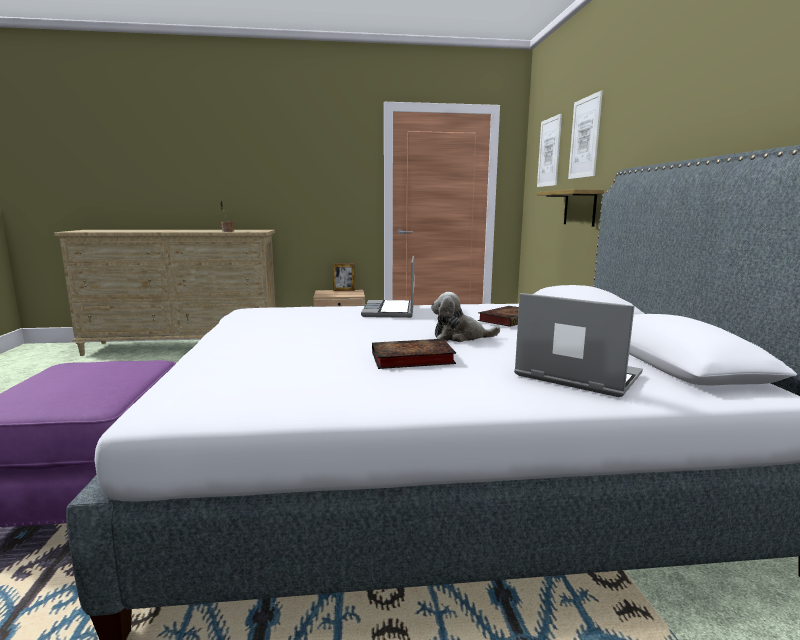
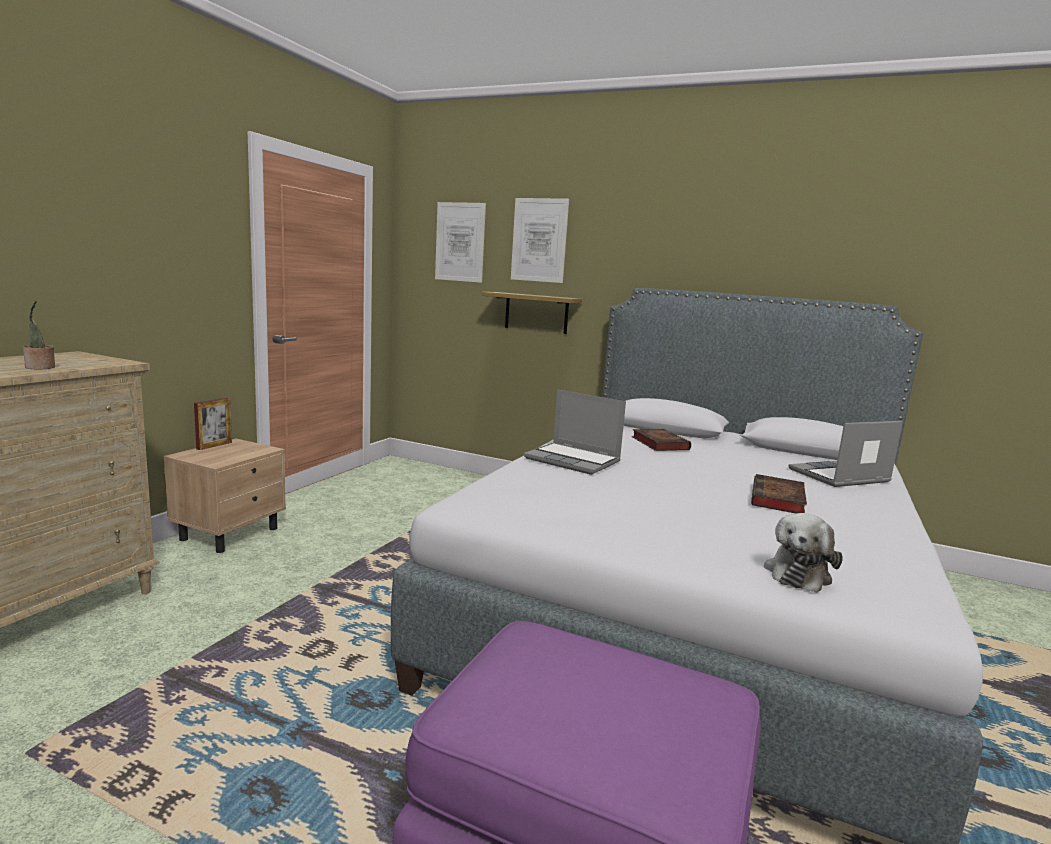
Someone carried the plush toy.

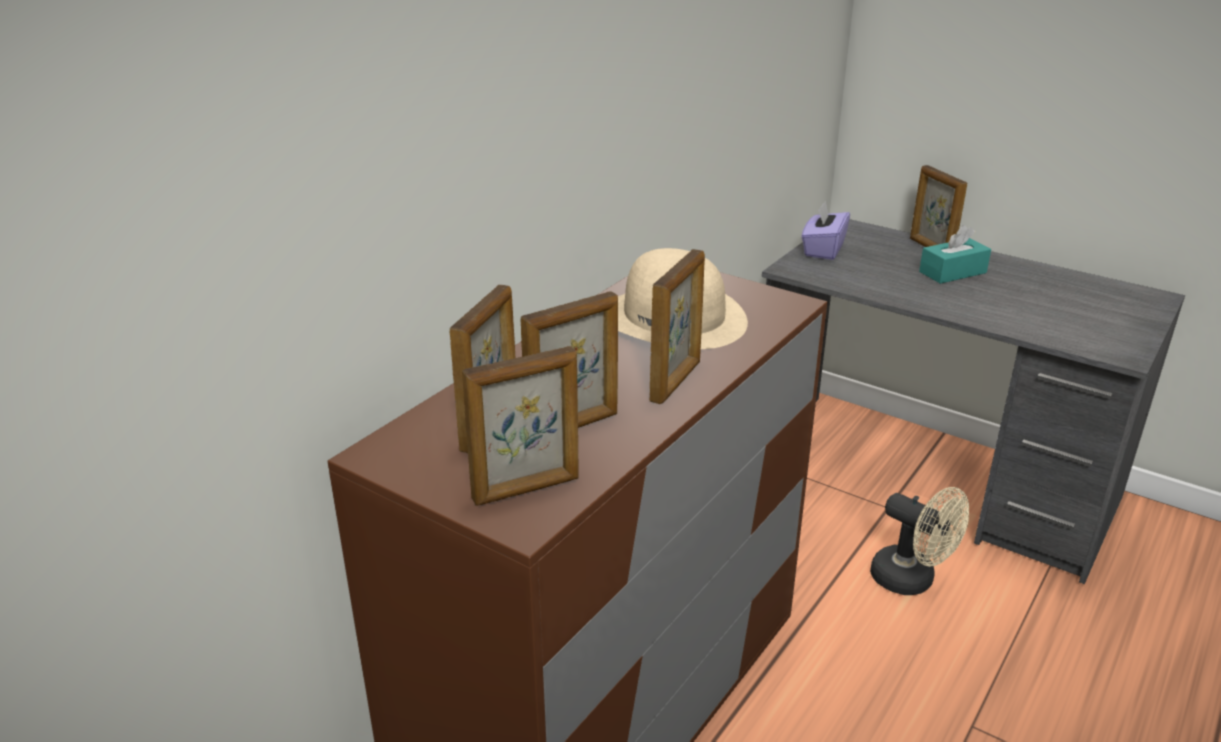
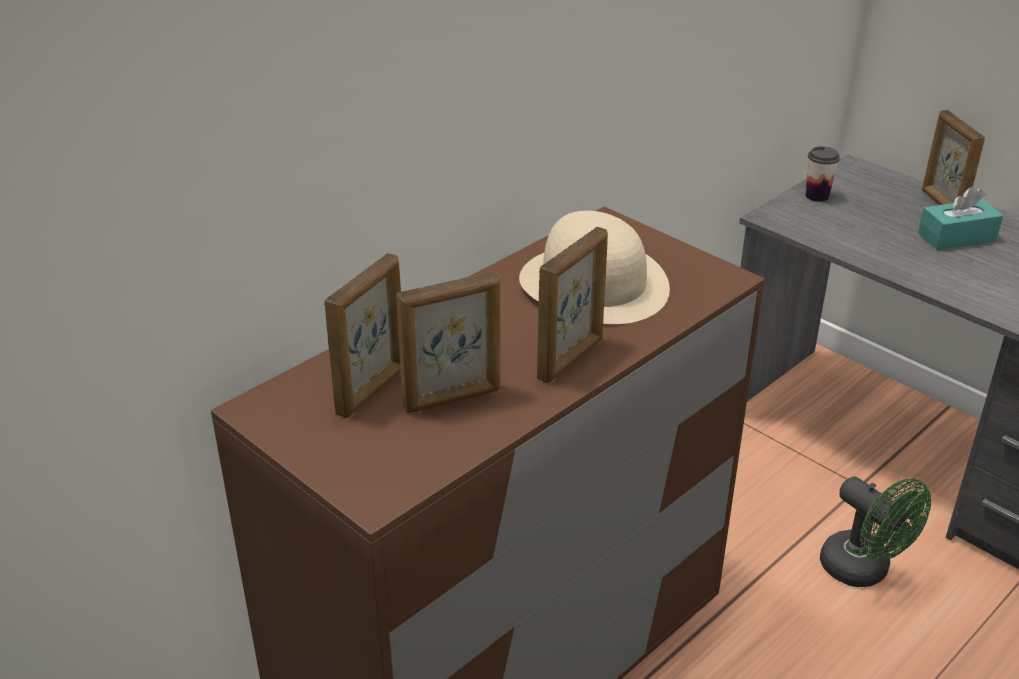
Someone swapped the purple tissue box for the cup.
Someone repainted the beige fan, which became the green fan.
Someone took away the picture frame (2nd from left).

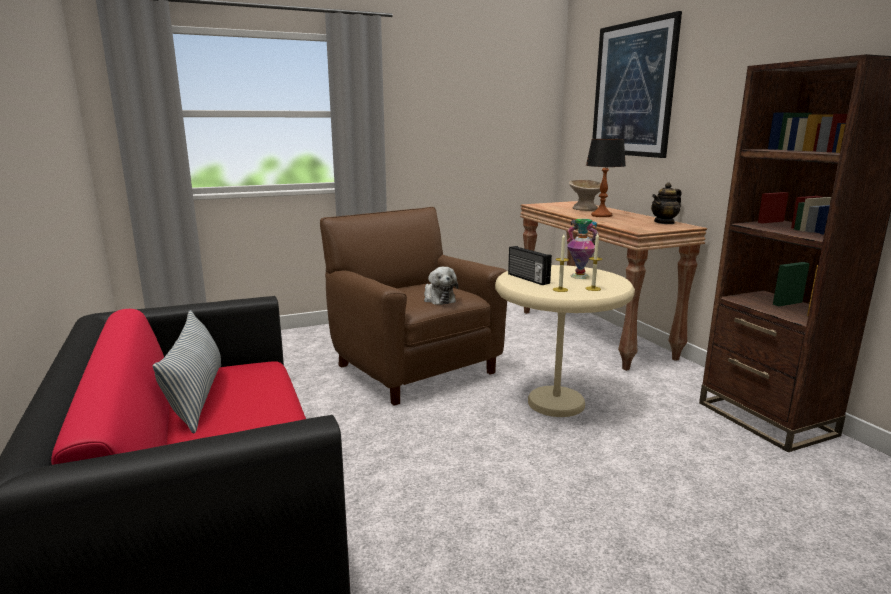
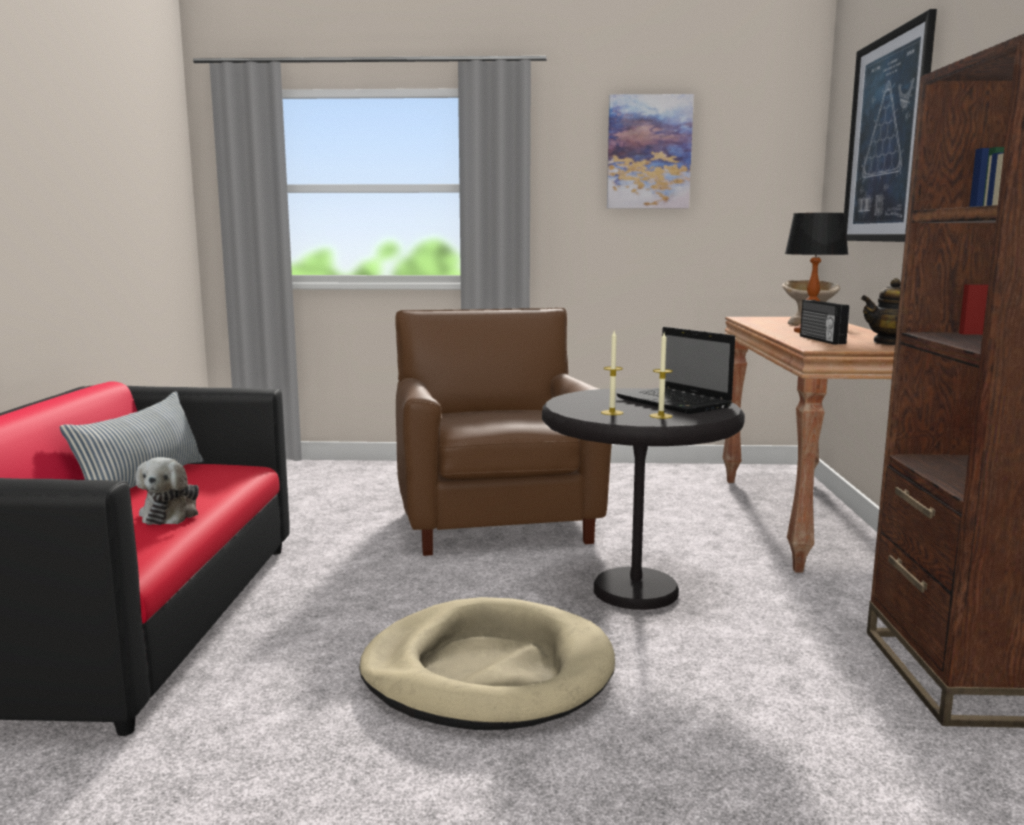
Someone carried the plush toy.
Someone put down the beige dog bed.
Someone repainted the beige side table, which became the black side table.
Someone put up the picture (1st from left).
Someone swapped the vase for the laptop.
Someone carried the radio.

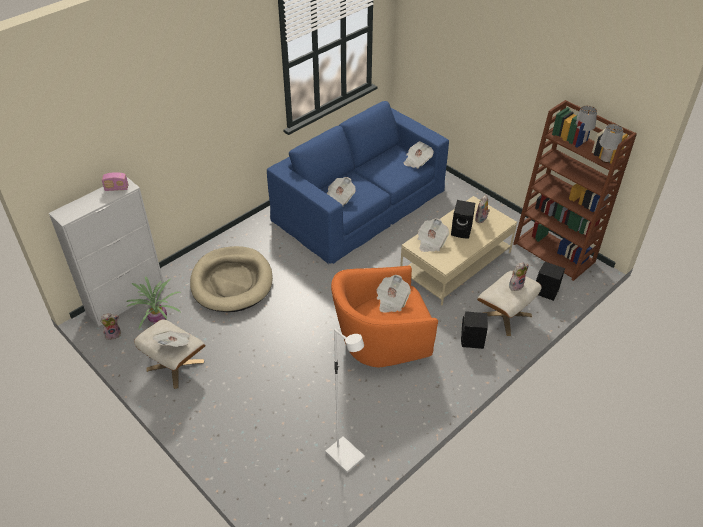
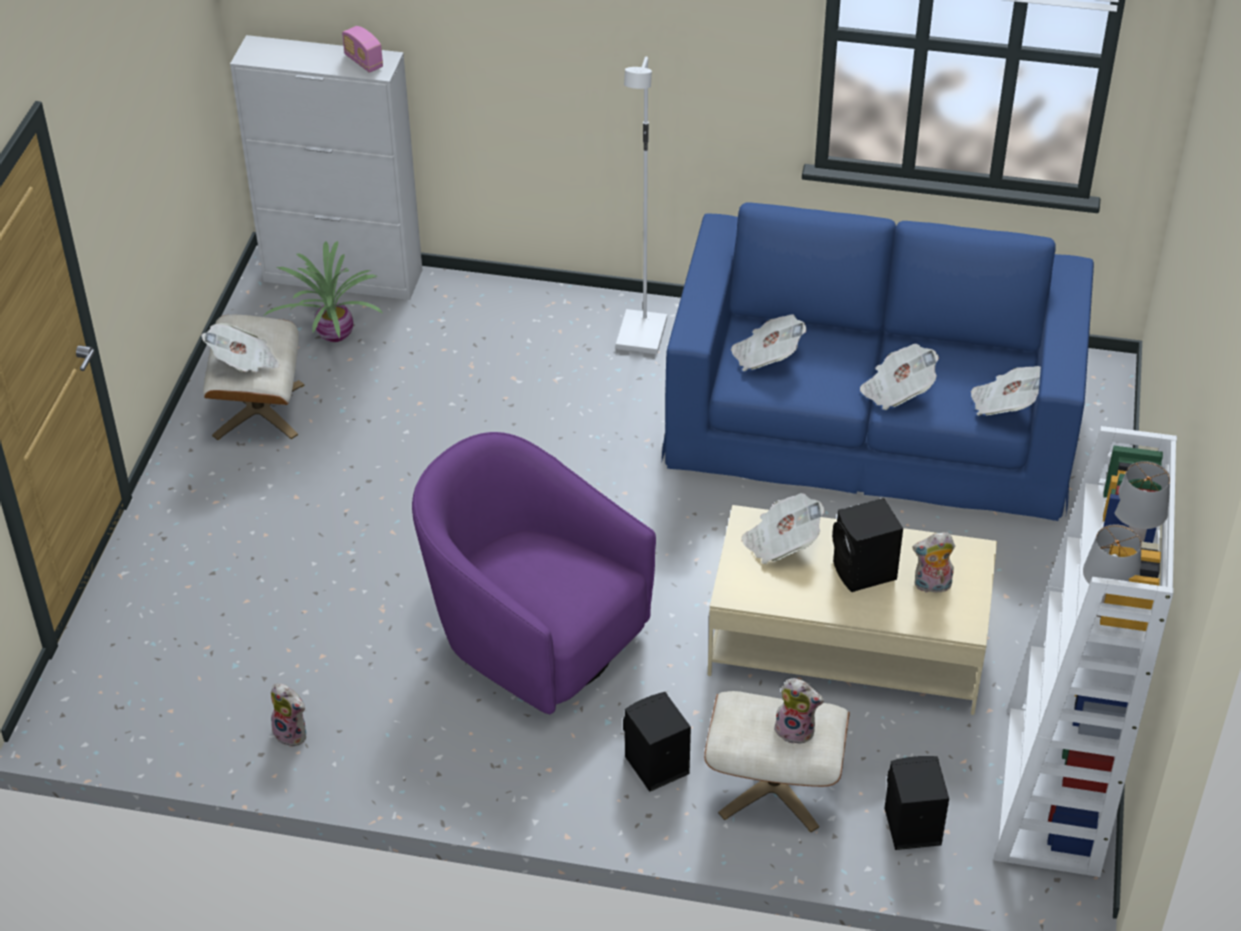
Someone carried the plush toy (1st from left).
Someone repainted the orange armchair, which became the purple armchair.
Someone carried the white floor lamp.
Someone carried the newspaper (3rd from left in the first image).
Someone repainted the brown bookcase, which became the white bookcase.
Someone took away the beige dog bed.

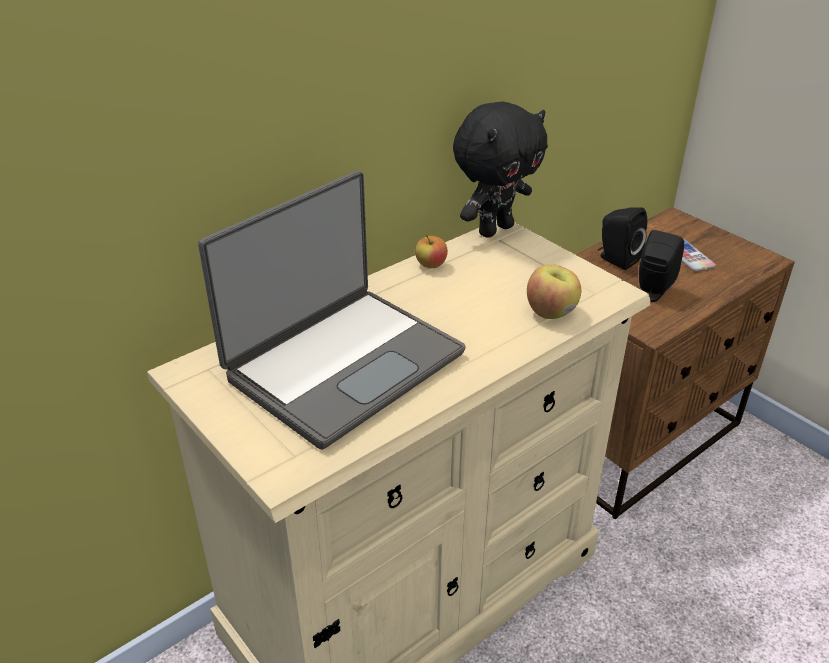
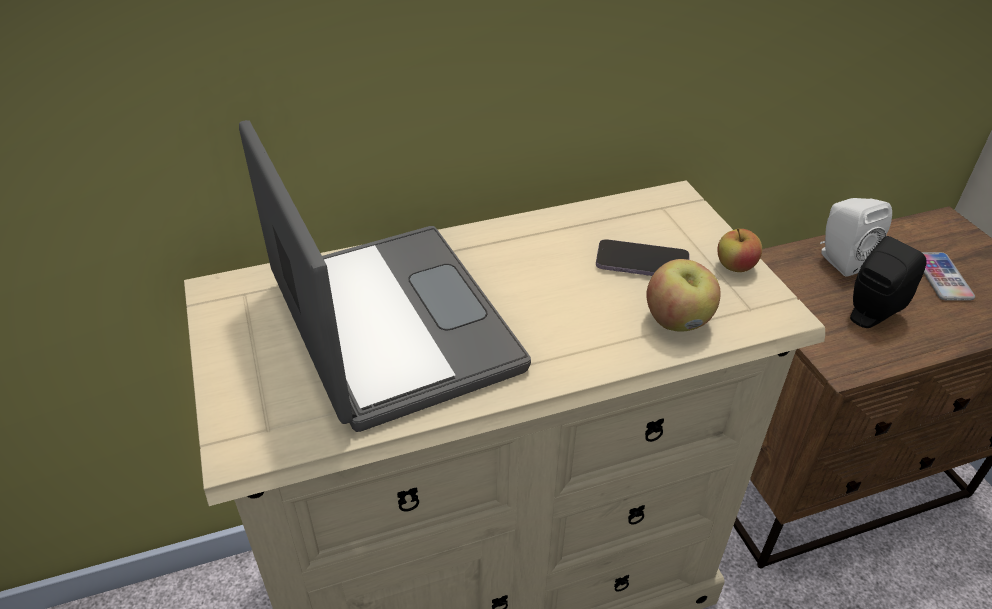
Someone rotated the laptop by 90 degrees counterclockwise.
Someone put down the phone (1st from left).
Someone carried the apple (1st from left in the first image).
Someone repainted the black speaker (1st from left), which became the white speaker.
Someone took away the black plush toy.

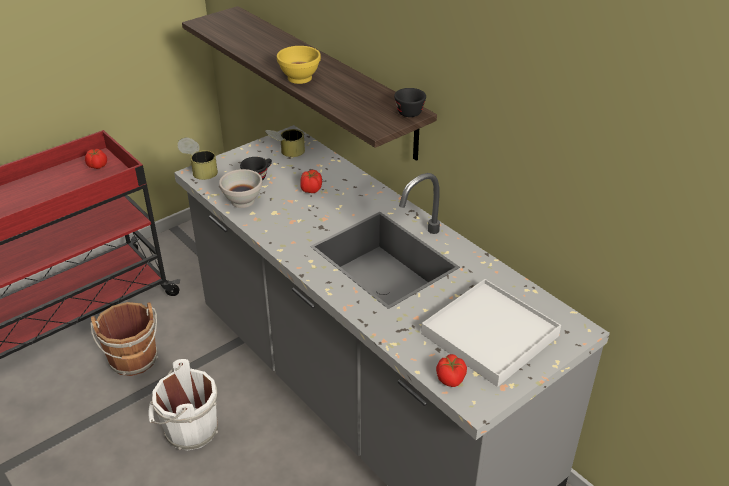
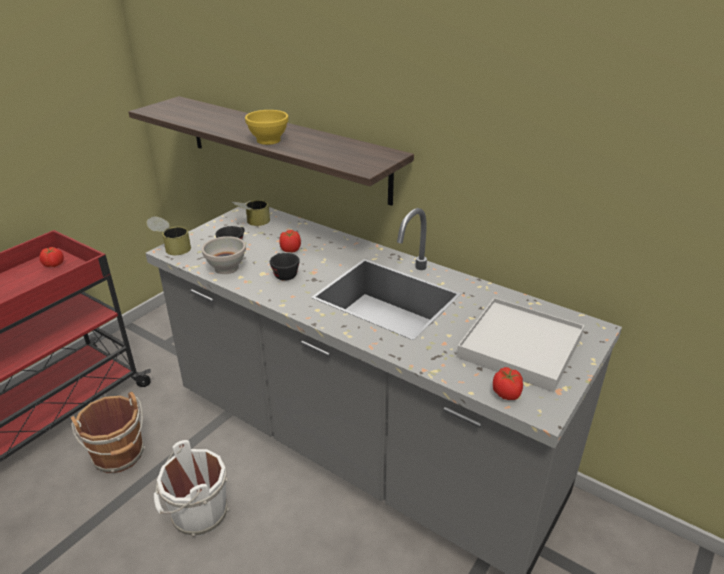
Someone carried the black cup (2nd from left).

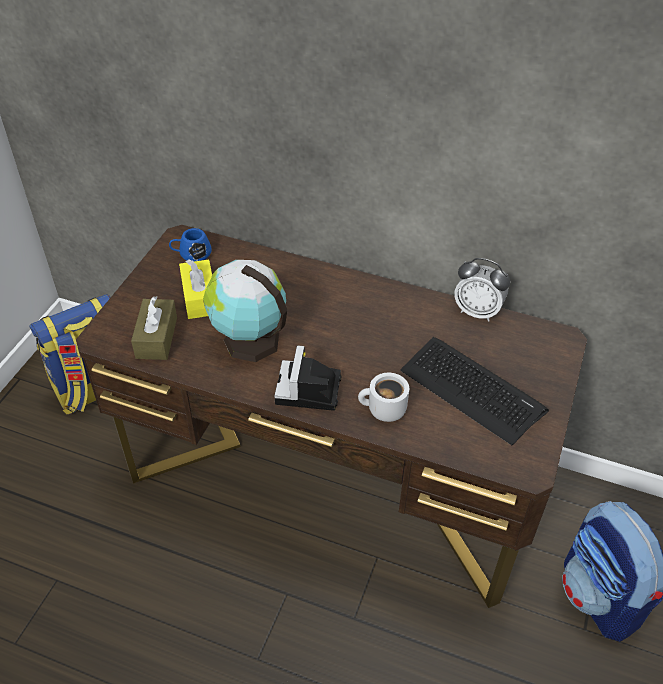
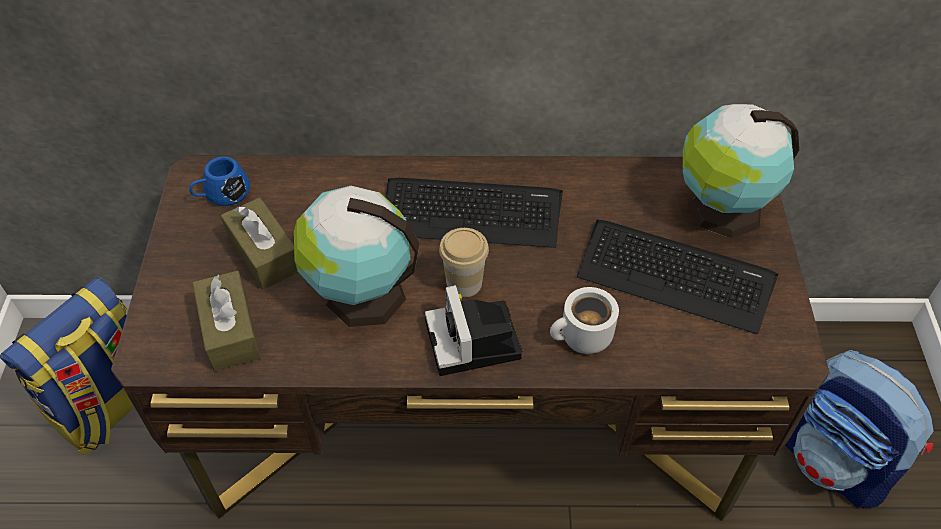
Someone repainted the yellow tissue box, which became the brown tissue box (2nd from left).
Someone put down the keyboard (1st from left).
Someone put down the cup.
Someone put down the globe (2nd from left).
Someone took away the alarm clock.

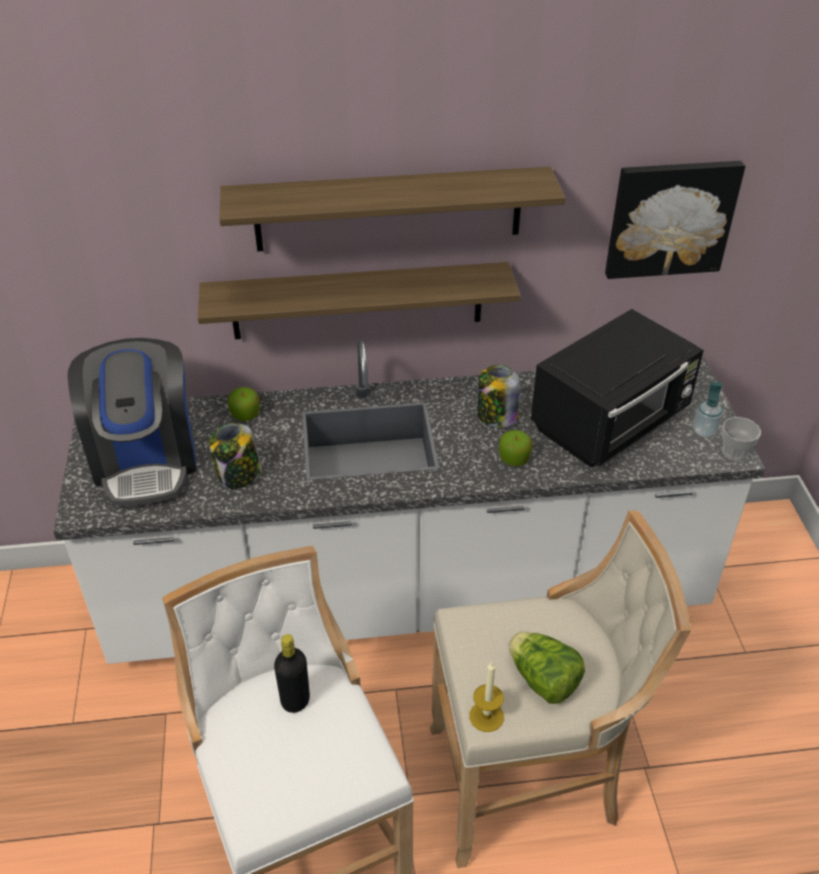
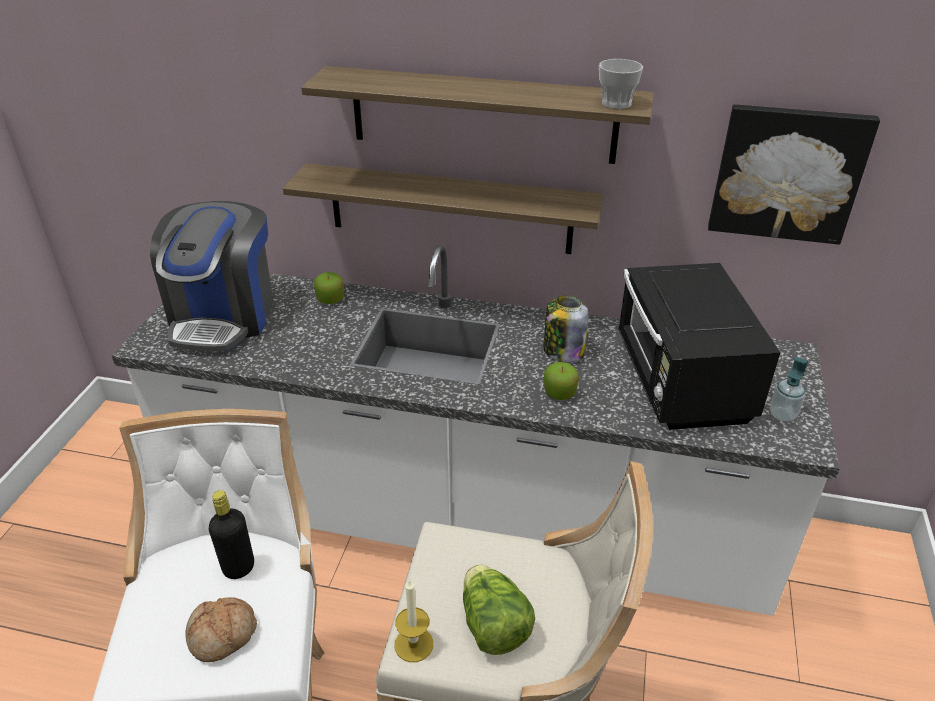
Someone put down the bread.
Someone carried the cup.
Someone rotated the black microwave by 105 degrees clockwise.
Someone took away the jar (1st from left).

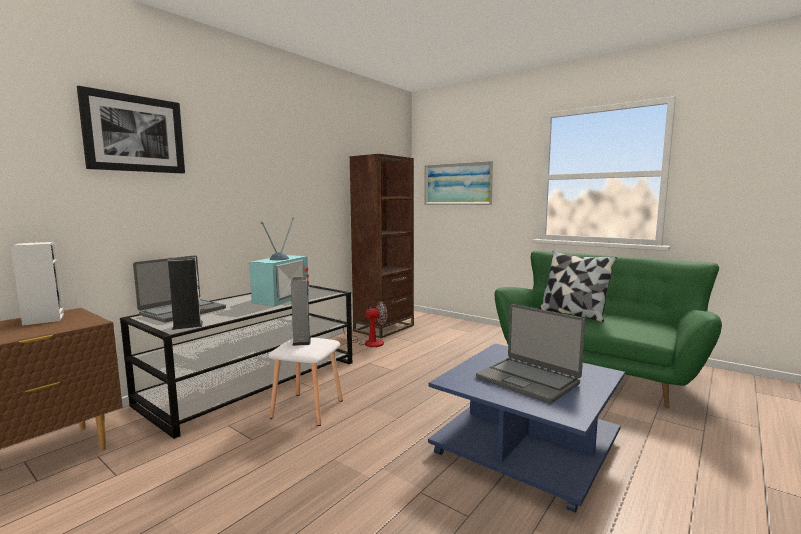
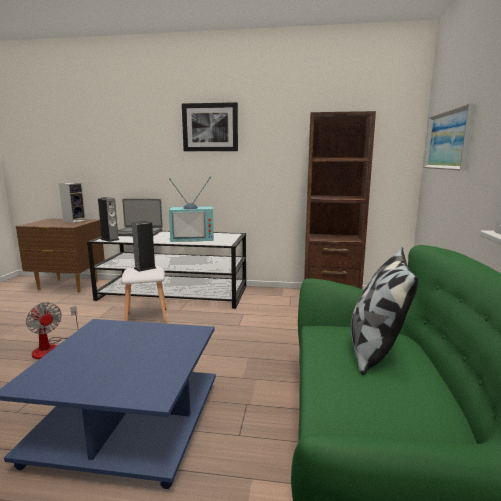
Someone carried the fan.
Someone carried the picture (1st from left).
Someone took away the laptop (2nd from left).

